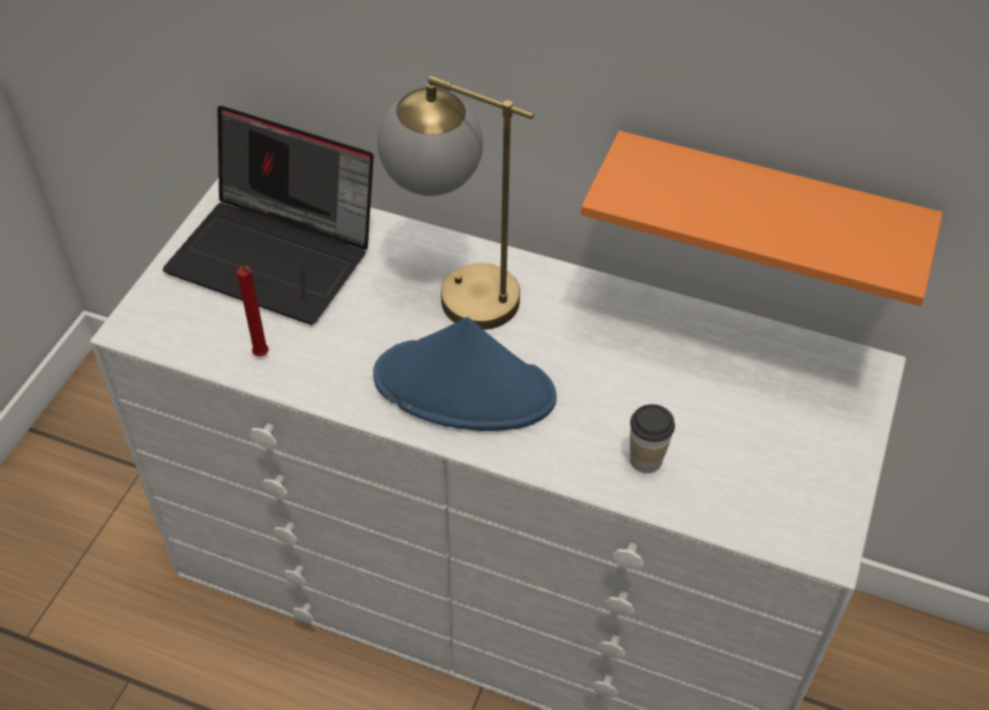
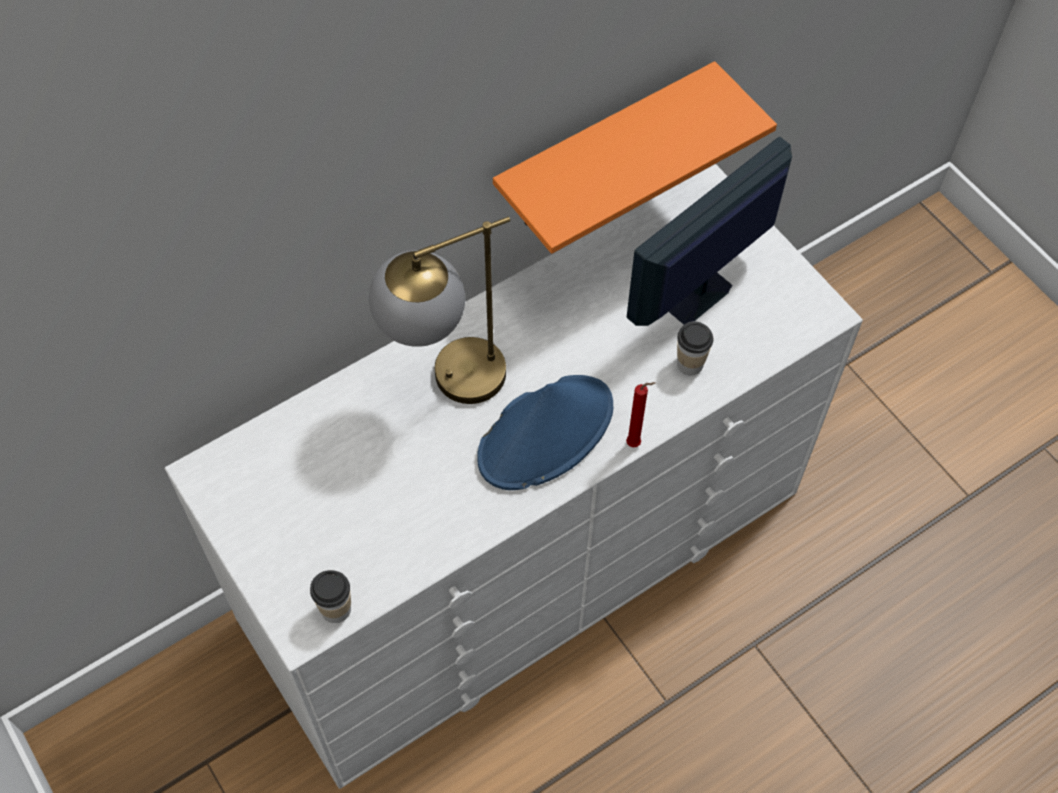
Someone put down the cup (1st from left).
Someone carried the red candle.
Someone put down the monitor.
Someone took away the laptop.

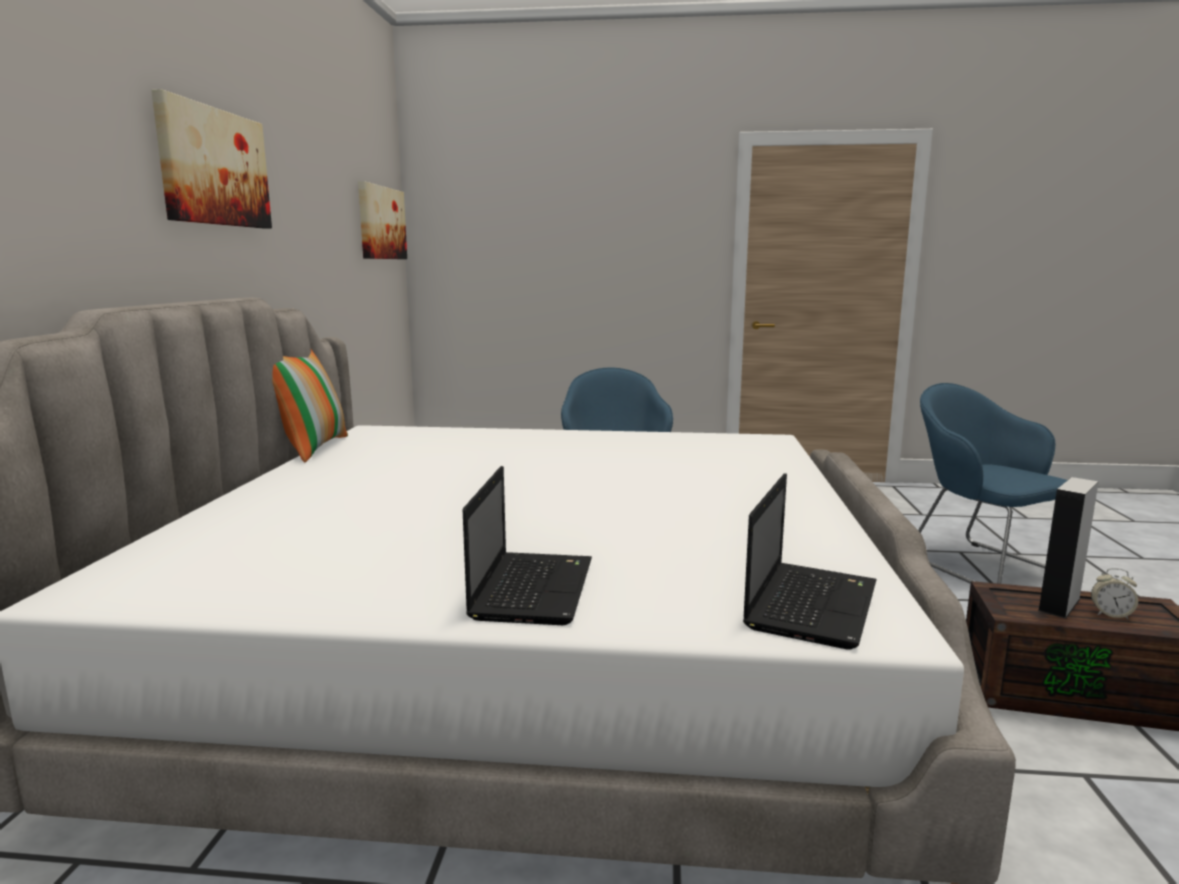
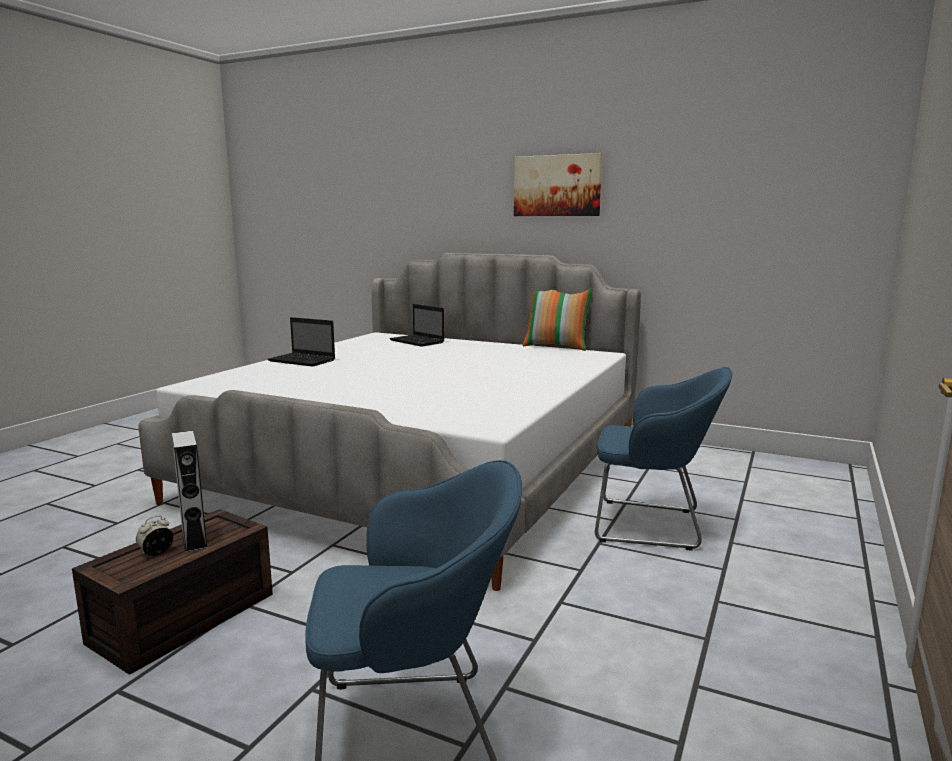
Someone carried the laptop (2nd from left).
Someone took away the picture (2nd from left).

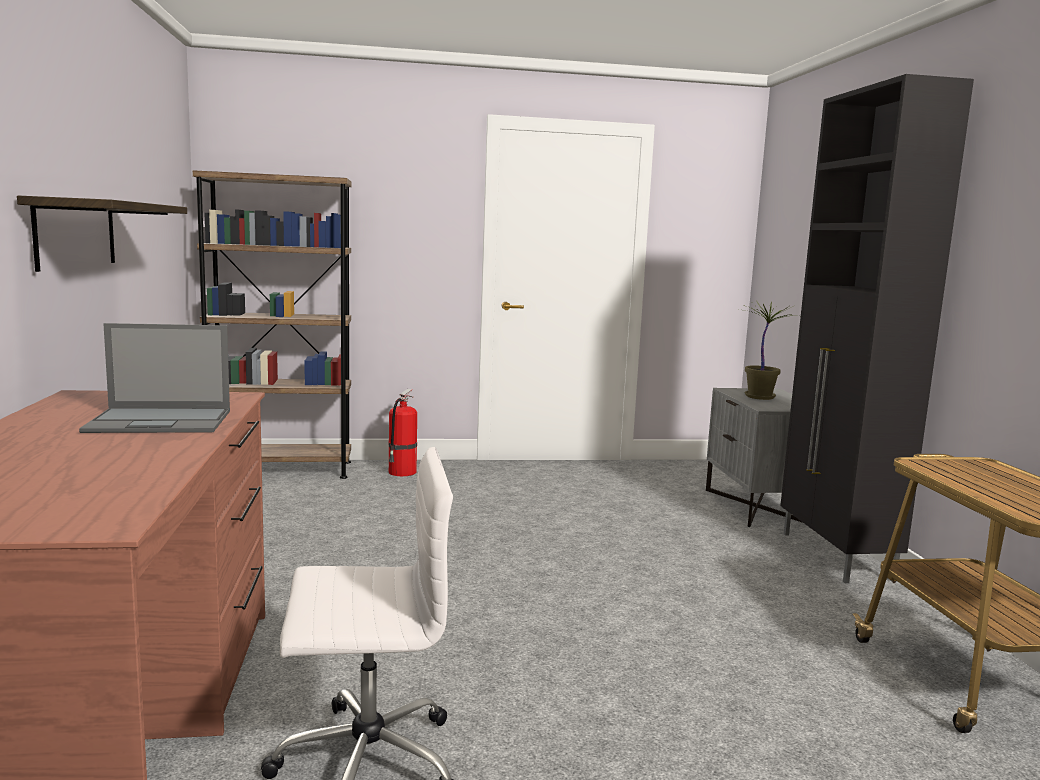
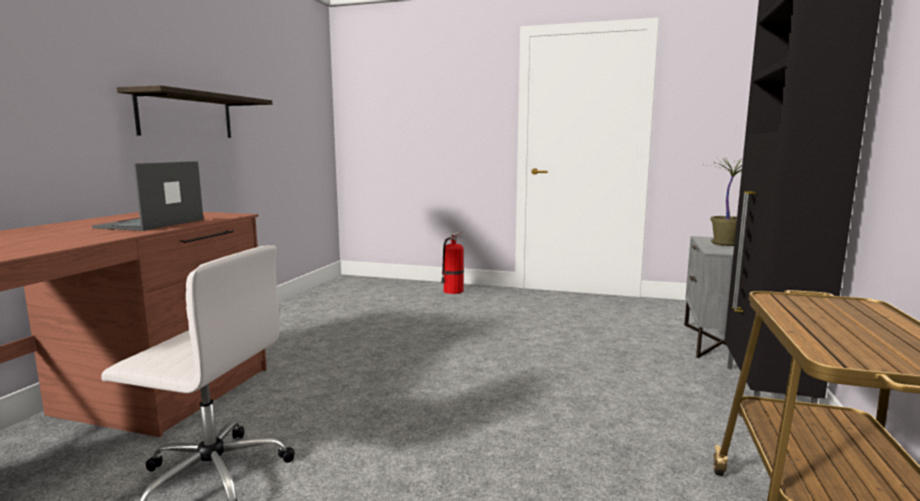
Someone rotated the laptop by 90 degrees clockwise.
Someone took away the brown bookcase.

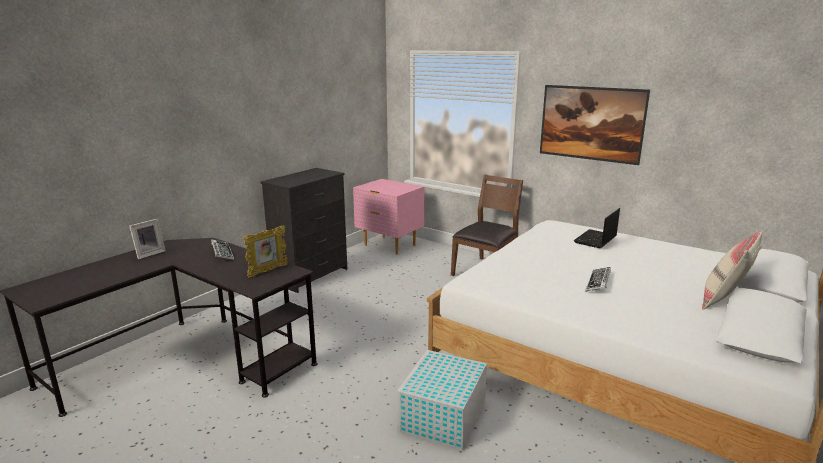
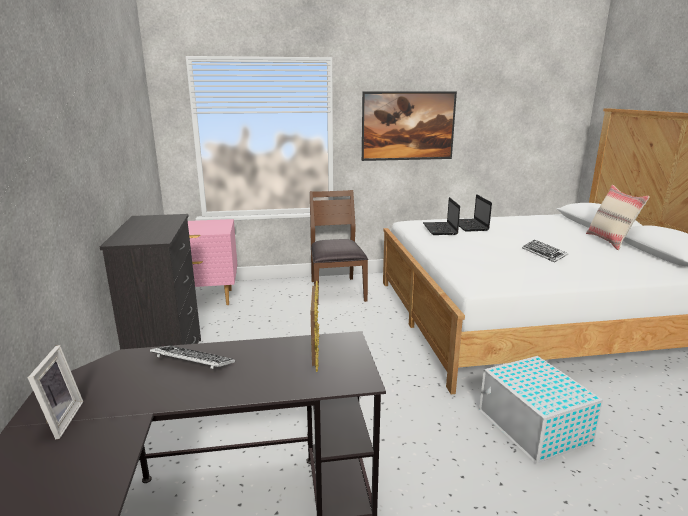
Someone put down the laptop (1st from left).

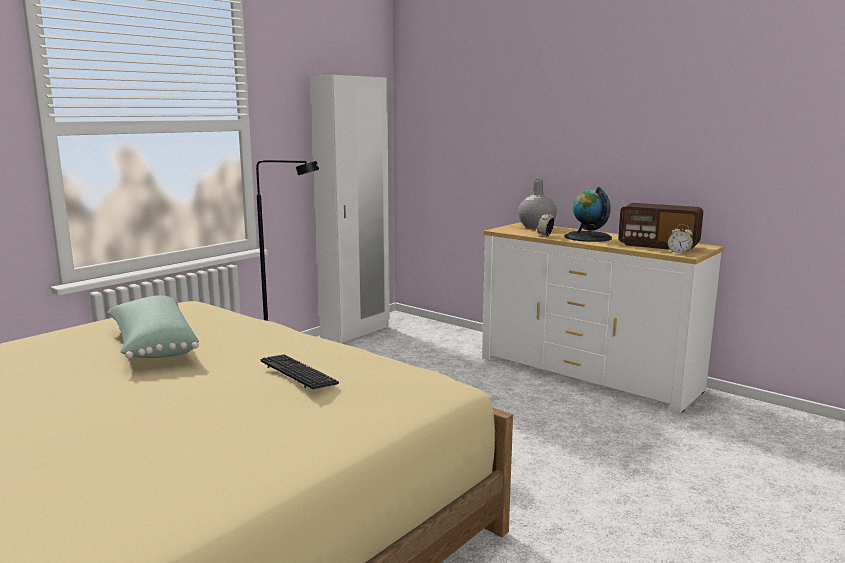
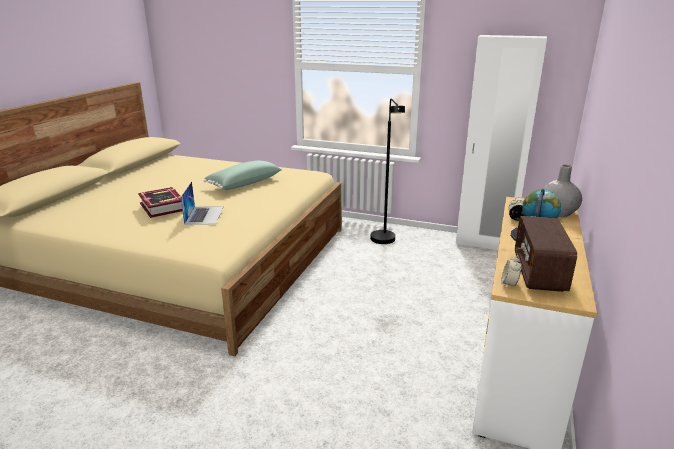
Someone put down the book.
Someone swapped the keyboard for the laptop.

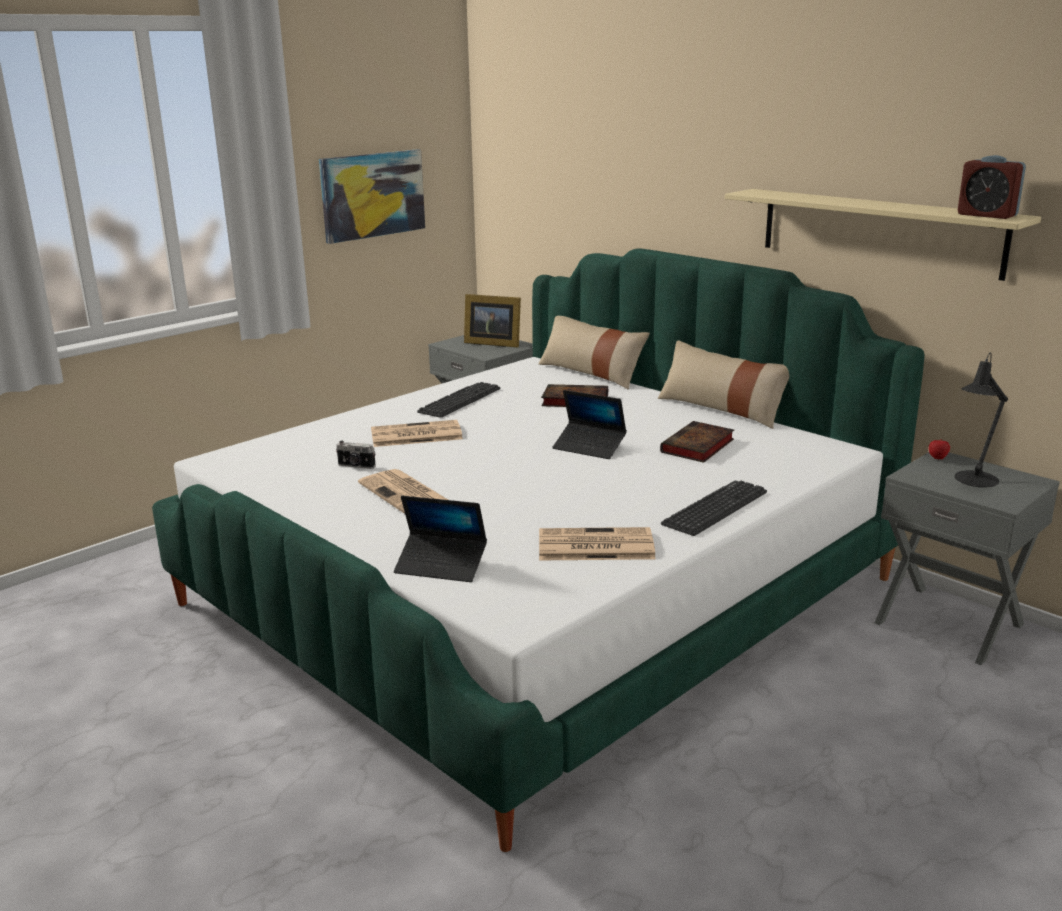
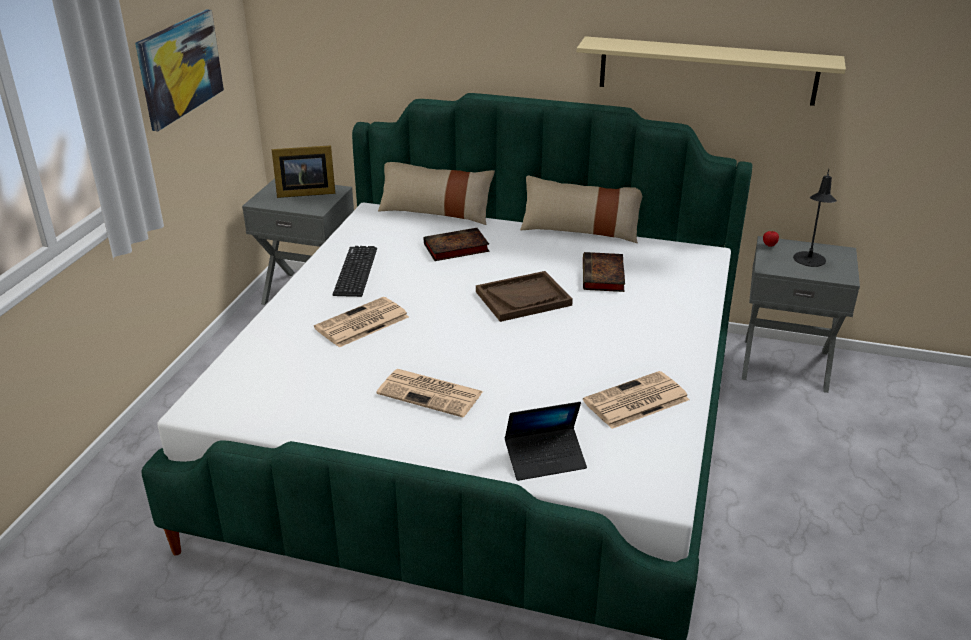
Someone swapped the laptop (2nd from left) for the brown tray.
Someone took away the photo camera.
Someone took away the keyboard (2nd from left).
Someone took away the alarm clock.

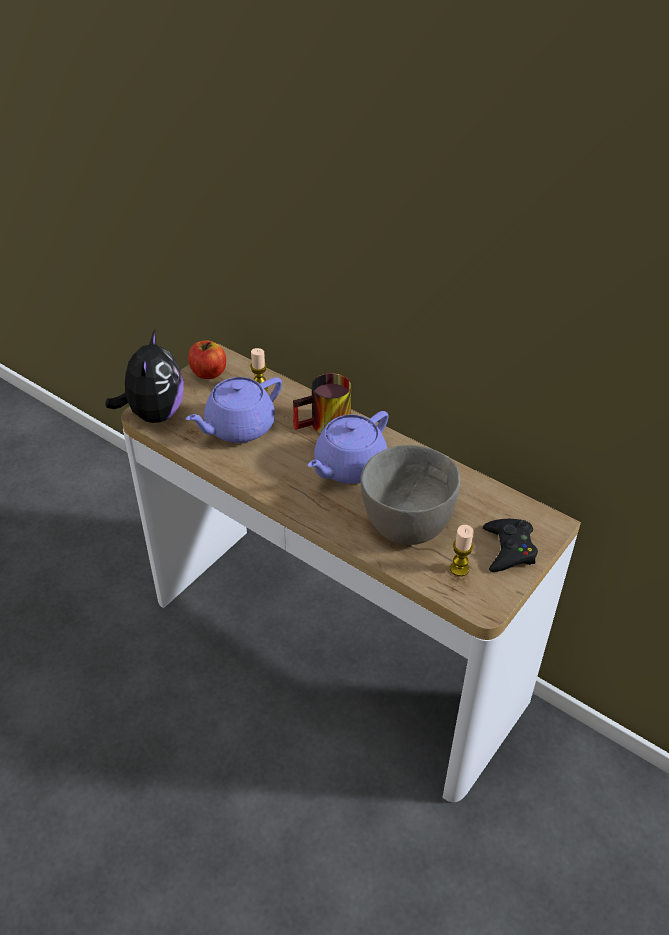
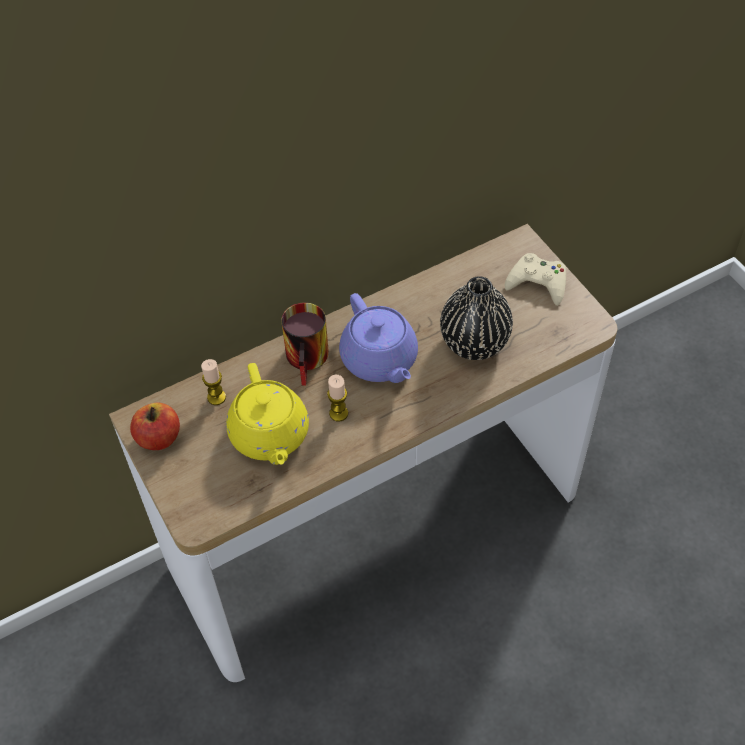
Someone repainted the purple teapot (1st from left), which became the yellow teapot.
Someone carried the candle (2nd from left).
Someone swapped the grey bowl for the black vase.
Someone repainted the black game controller, which became the beige game controller.
Someone took away the plush toy.

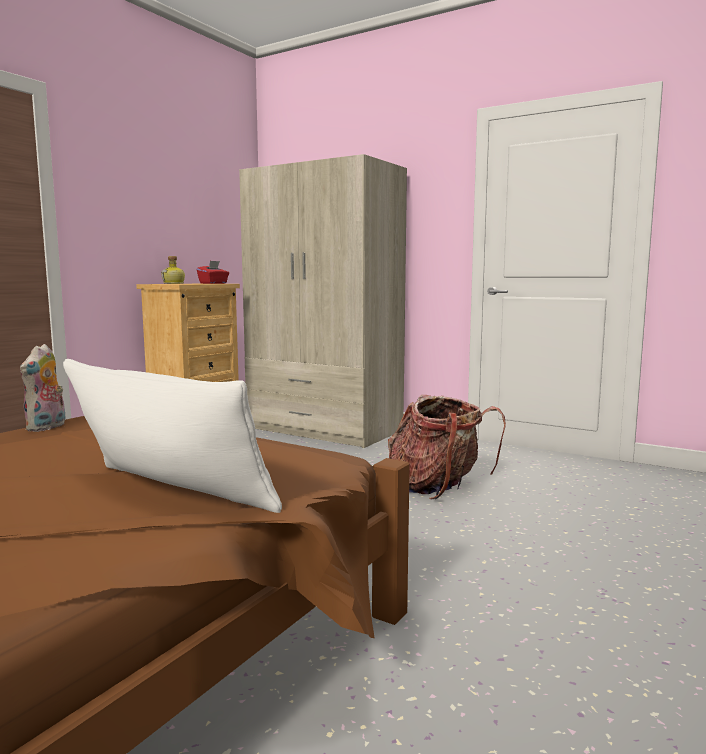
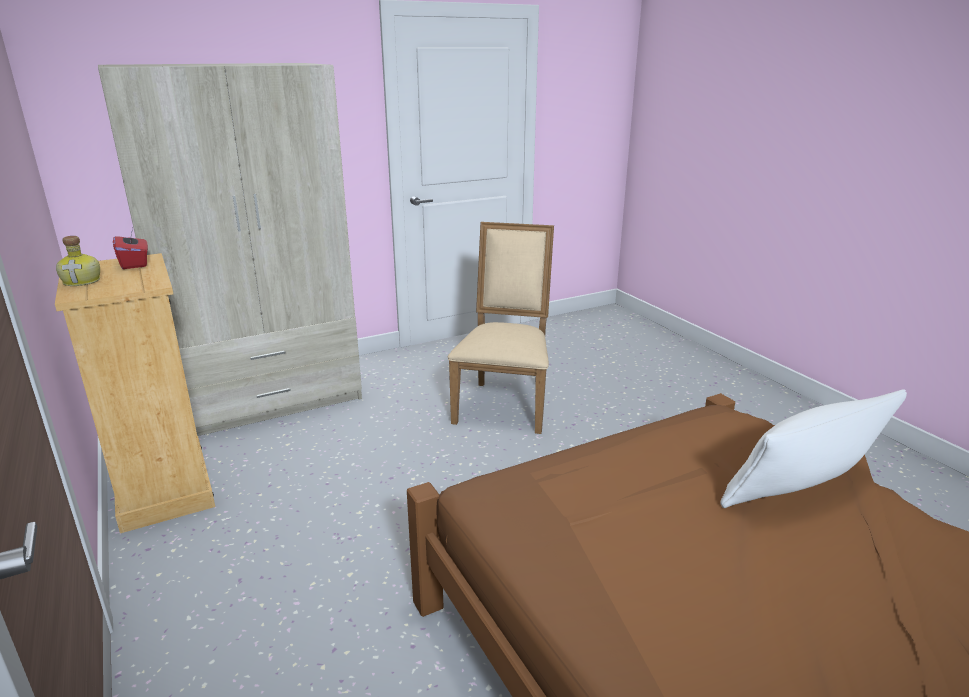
Someone swapped the backpack for the beige chair.
Someone took away the plush toy.

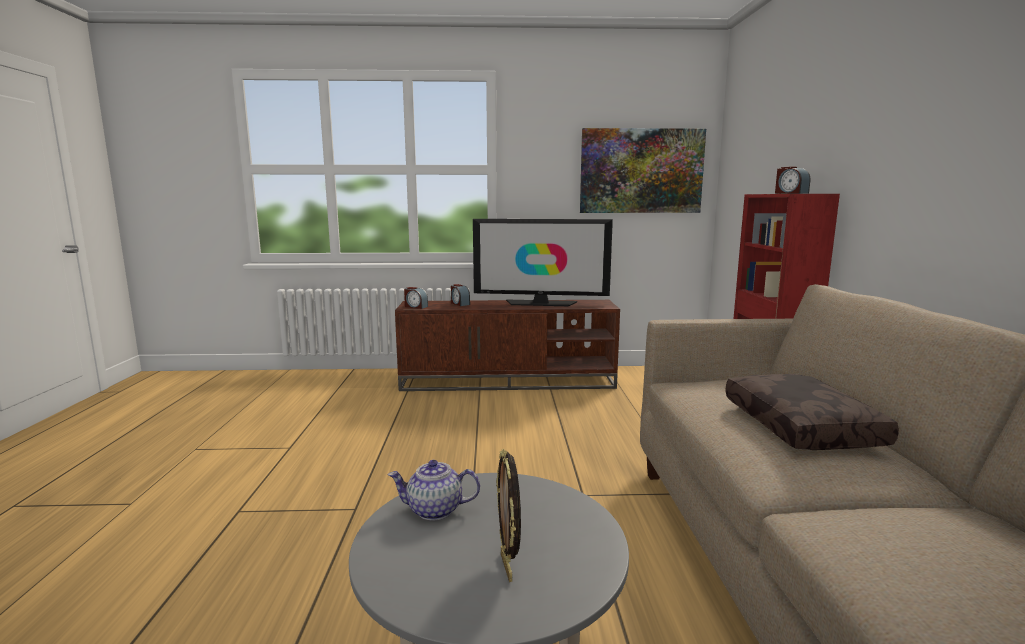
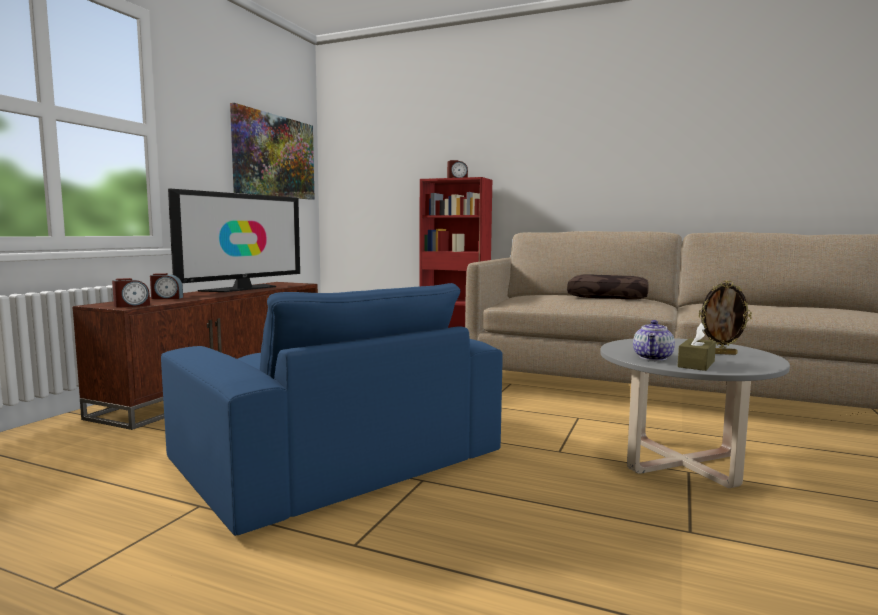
Someone put down the blue armchair.
Someone put down the brown tissue box.

